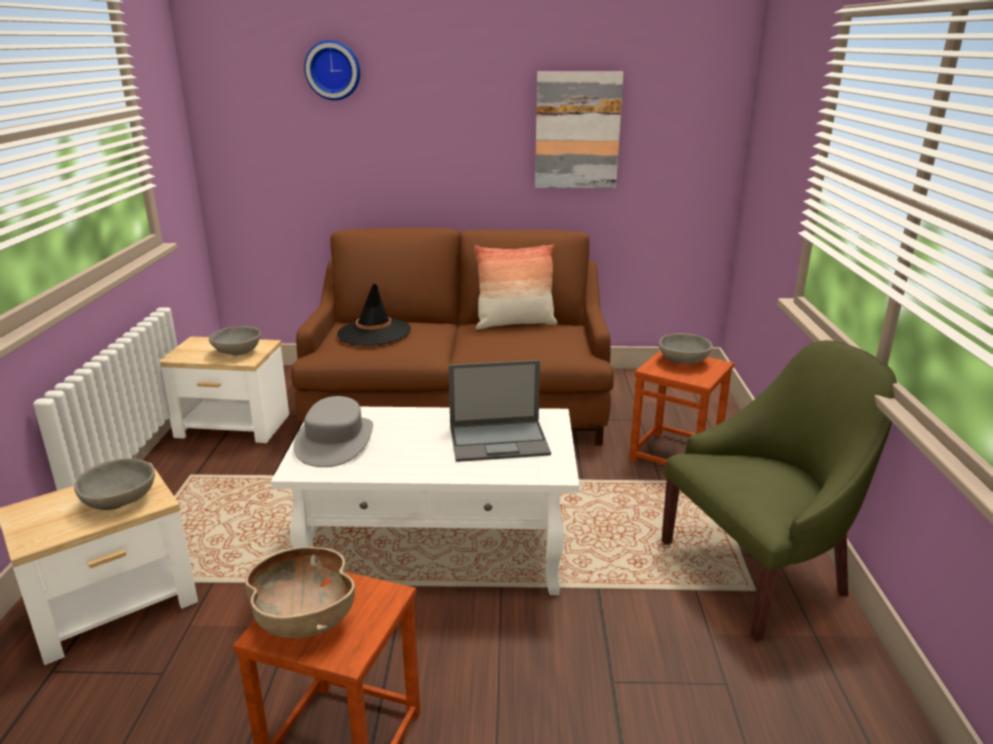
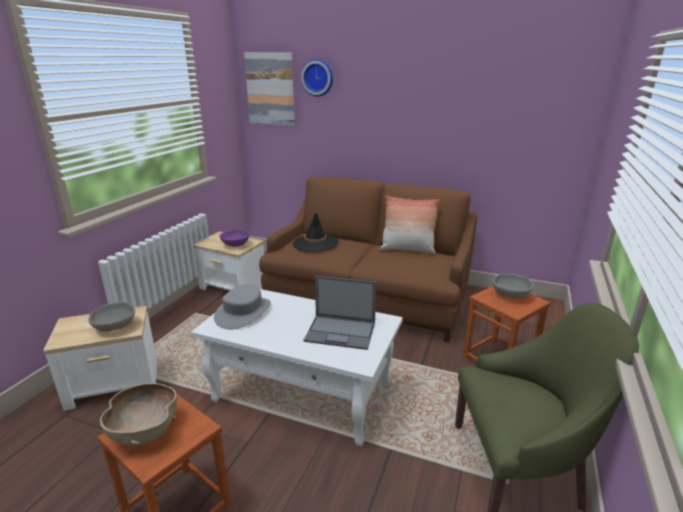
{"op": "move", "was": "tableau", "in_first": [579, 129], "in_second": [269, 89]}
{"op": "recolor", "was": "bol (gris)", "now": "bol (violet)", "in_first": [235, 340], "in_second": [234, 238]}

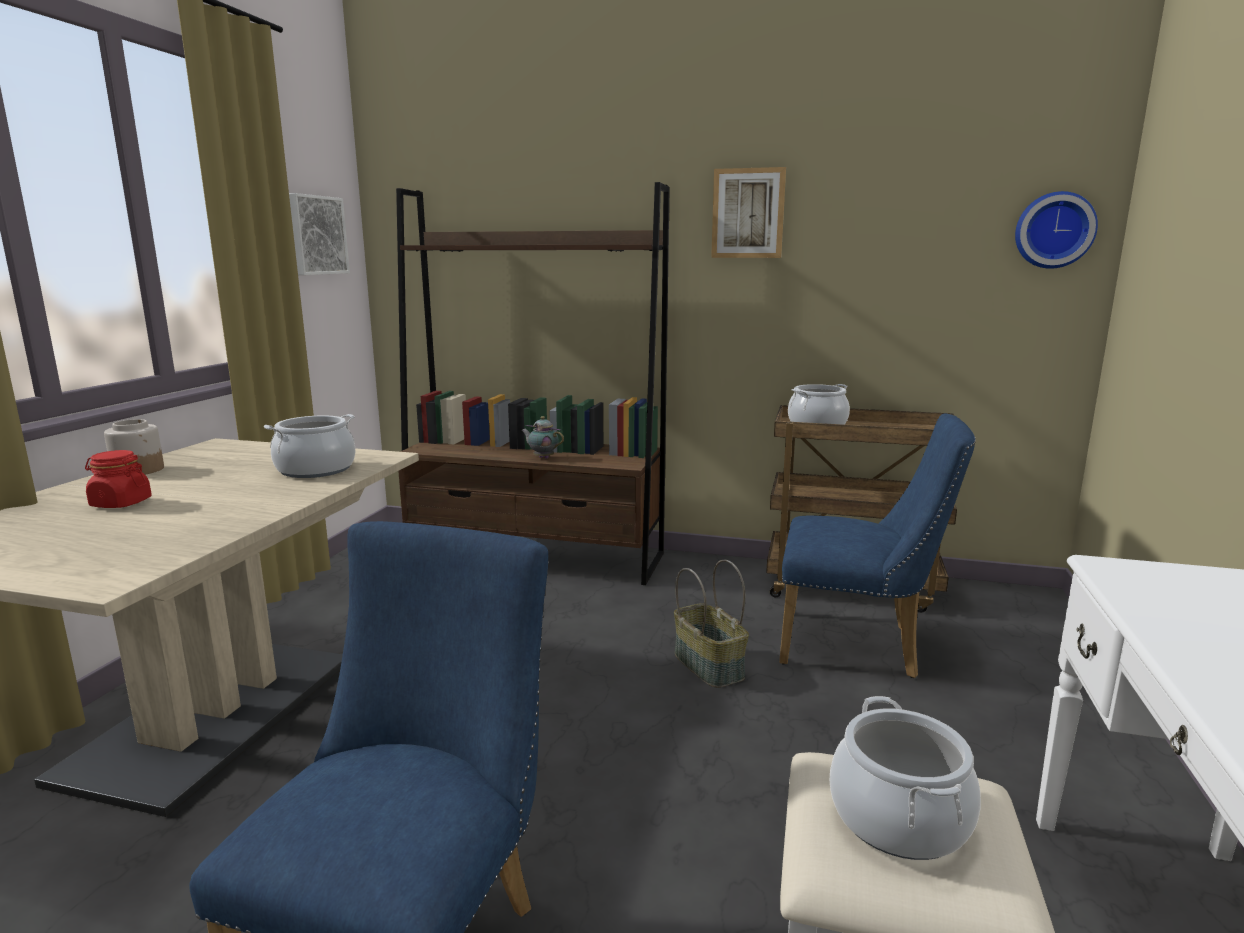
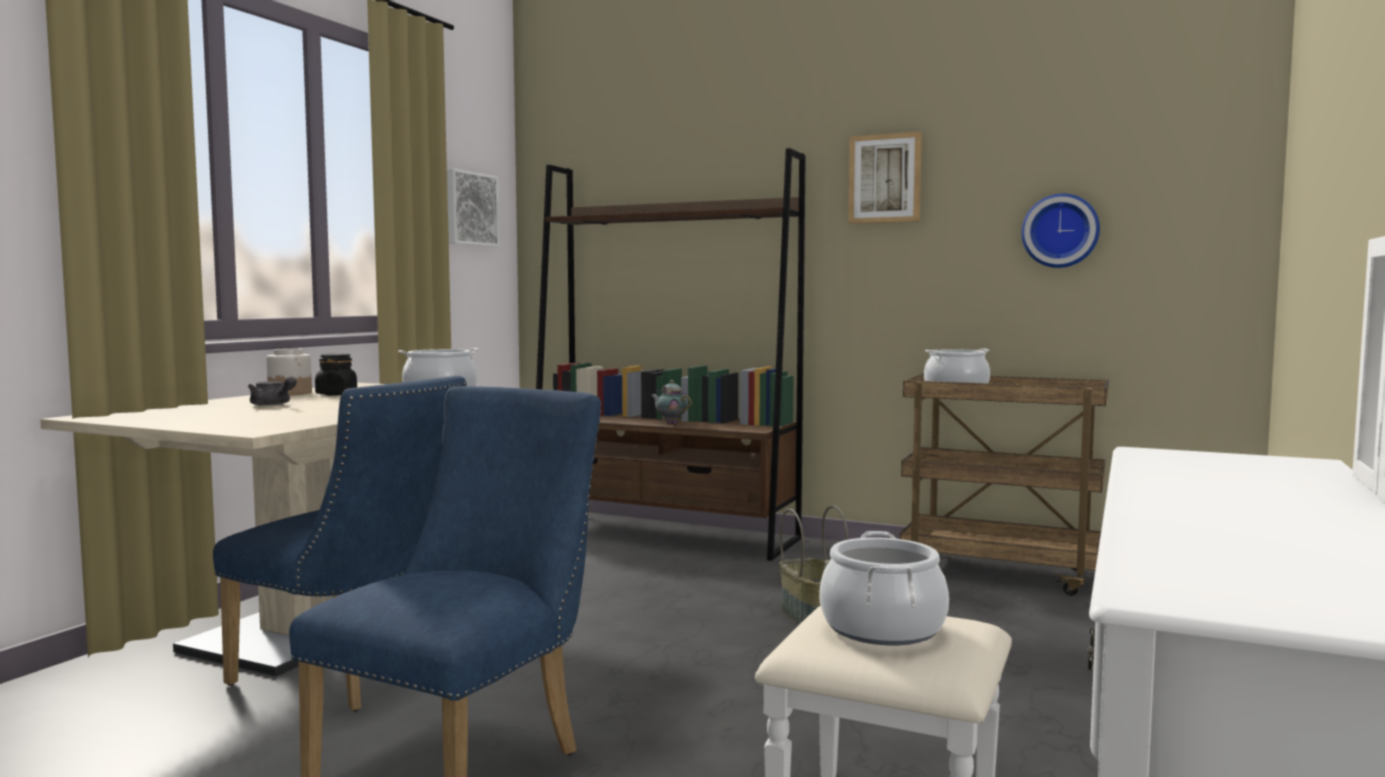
{"op": "move", "was": "horloge murale", "in_first": [1056, 230], "in_second": [1060, 231]}
{"op": "move", "was": "chaise (bleu)", "in_first": [877, 545], "in_second": [340, 543]}
{"op": "replace", "was": "bocal (rouge)", "now": "théière (gris)", "in_first": [118, 479], "in_second": [272, 391]}
{"op": "insert", "now": "bocal (noir)", "in_second": [336, 374]}

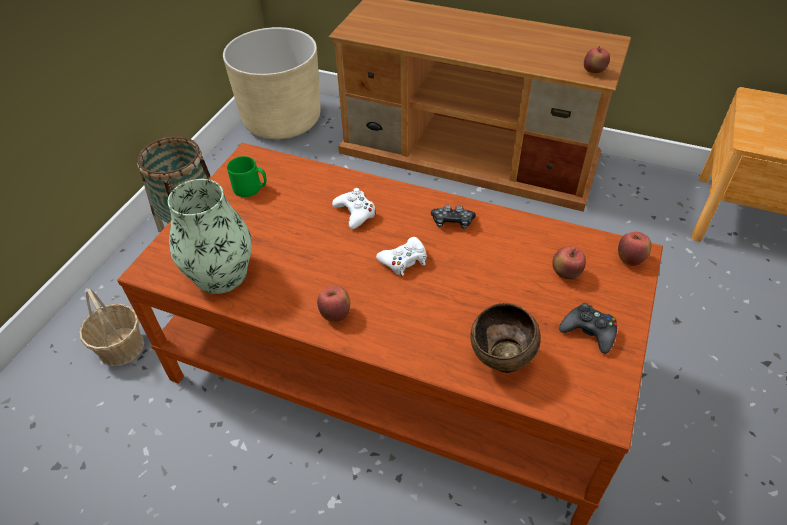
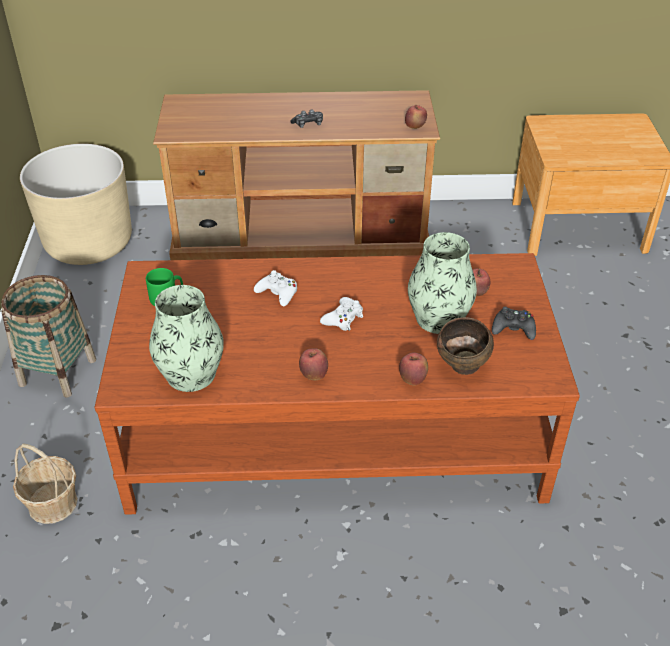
{"op": "move", "was": "manette", "in_first": [453, 216], "in_second": [307, 119]}
{"op": "move", "was": "pomme", "in_first": [634, 249], "in_second": [413, 368]}
{"op": "insert", "now": "vase", "in_second": [442, 283]}

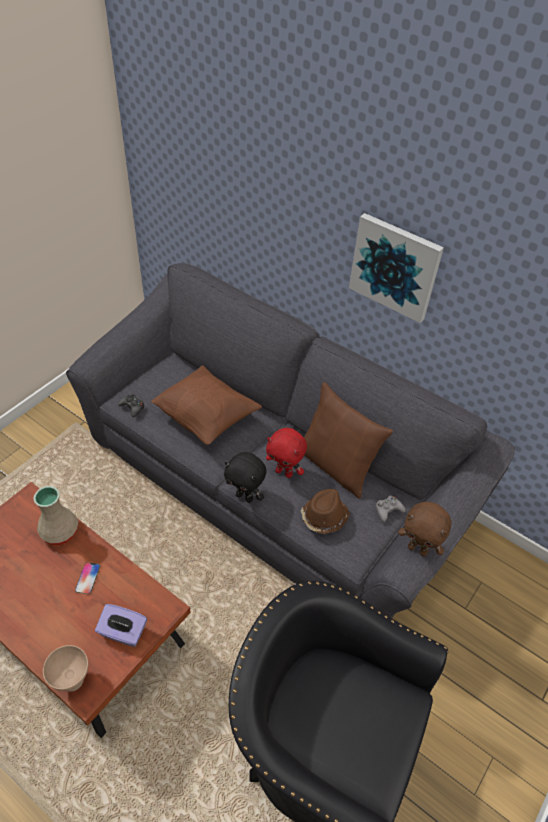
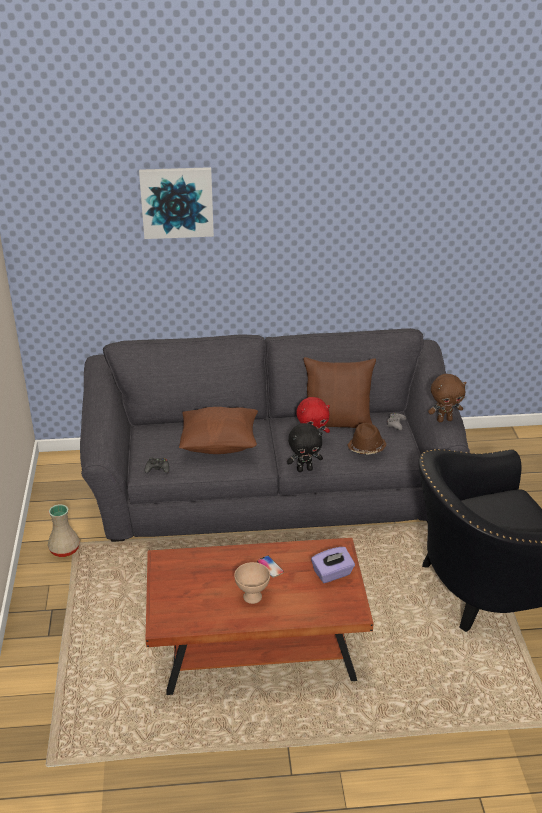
{"op": "move", "was": "tableau", "in_first": [396, 268], "in_second": [176, 203]}
{"op": "move", "was": "vase (beige)", "in_first": [55, 515], "in_second": [64, 530]}
{"op": "move", "was": "bol (beige)", "in_first": [65, 668], "in_second": [252, 583]}

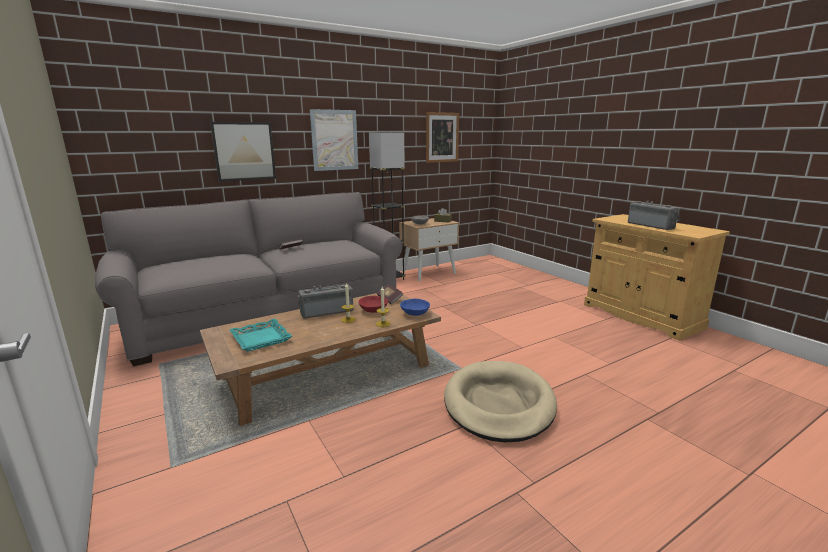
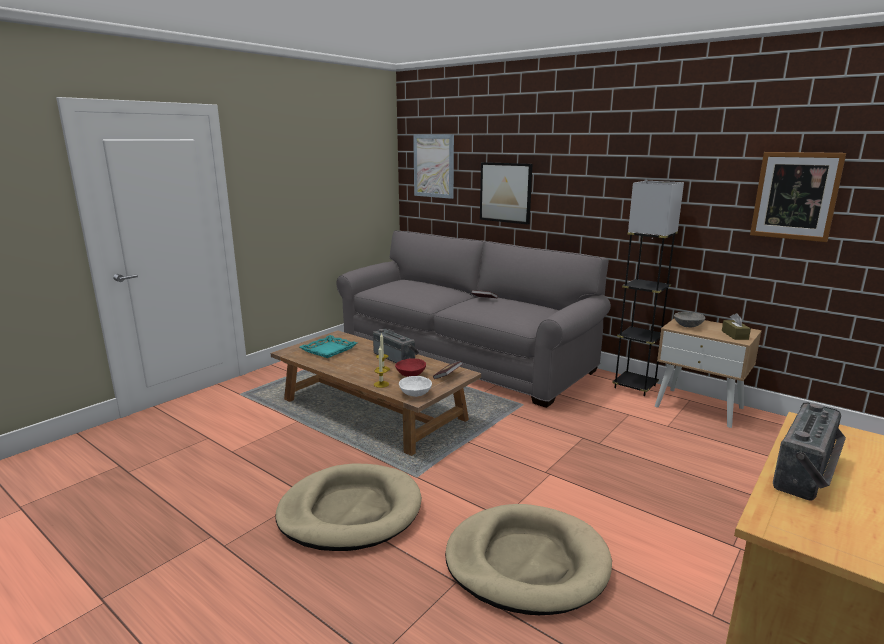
{"op": "move", "was": "tableau", "in_first": [334, 140], "in_second": [433, 166]}
{"op": "recolor", "was": "bol (bleu)", "now": "bol (blanc)", "in_first": [415, 307], "in_second": [415, 386]}
{"op": "insert", "now": "panier pour chien (beige)", "in_second": [528, 559]}

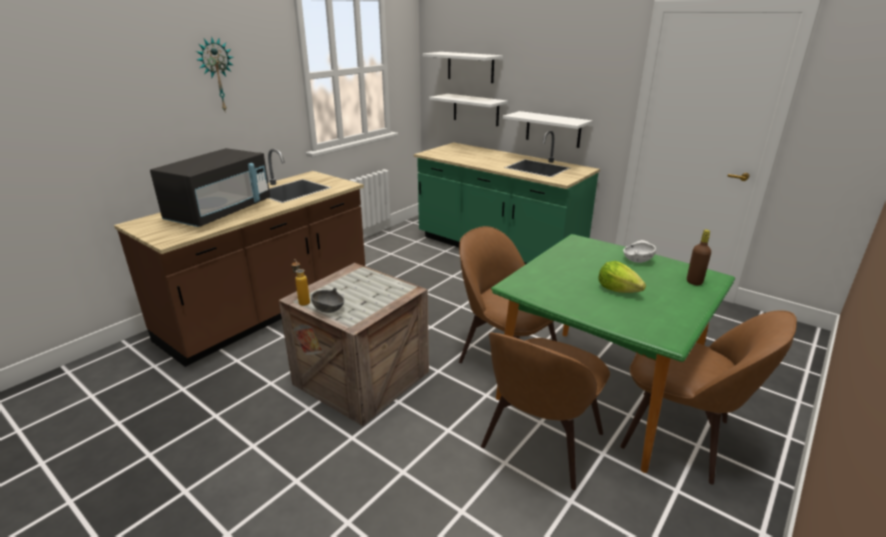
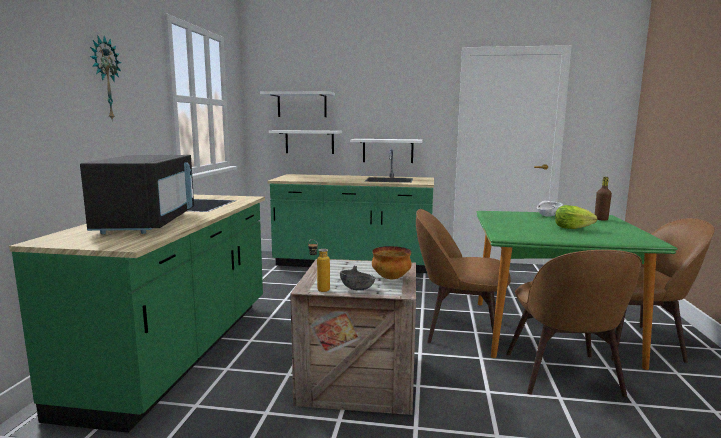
{"op": "recolor", "was": "comptoir de cuisine (marron)", "now": "comptoir de cuisine (vert)", "in_first": [239, 257], "in_second": [137, 314]}
{"op": "insert", "now": "bol", "in_second": [391, 262]}

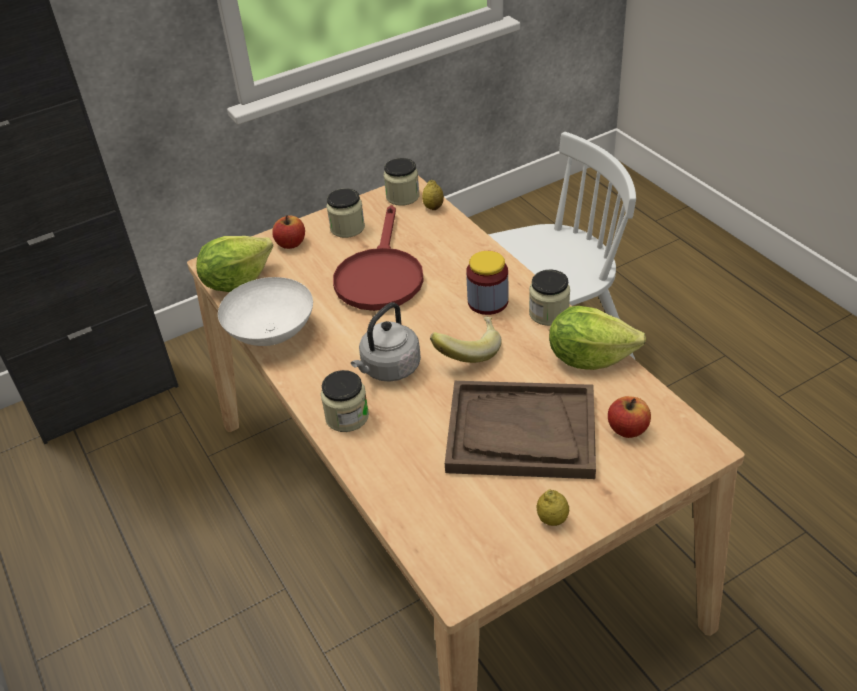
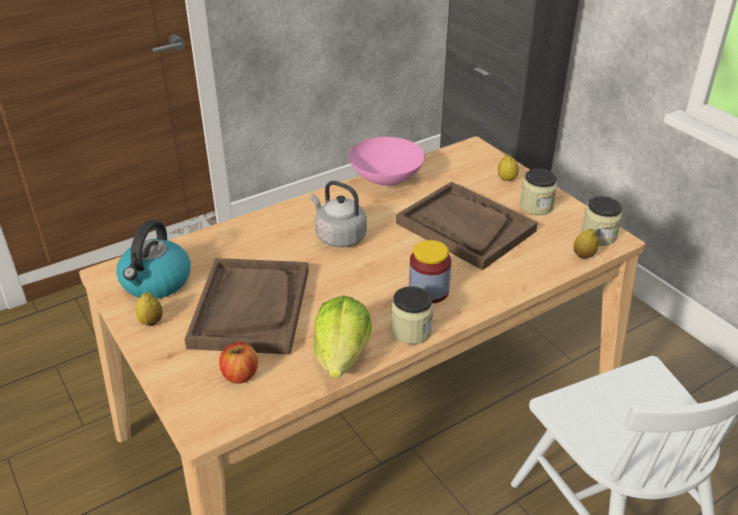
{"op": "replace", "was": "poêle (rouge)", "now": "plateau (marron)", "in_first": [378, 258], "in_second": [467, 225]}
{"op": "replace", "was": "pomme", "now": "citron", "in_first": [288, 232], "in_second": [508, 167]}
{"op": "delete", "was": "laitue", "in_first": [234, 264]}
{"op": "recolor", "was": "bol (blanc)", "now": "bol (rose)", "in_first": [265, 311], "in_second": [387, 161]}
{"op": "delete", "was": "banane", "in_first": [466, 340]}
{"op": "delete", "was": "bocal", "in_first": [345, 401]}
{"op": "insert", "now": "bouilloire", "in_second": [153, 259]}

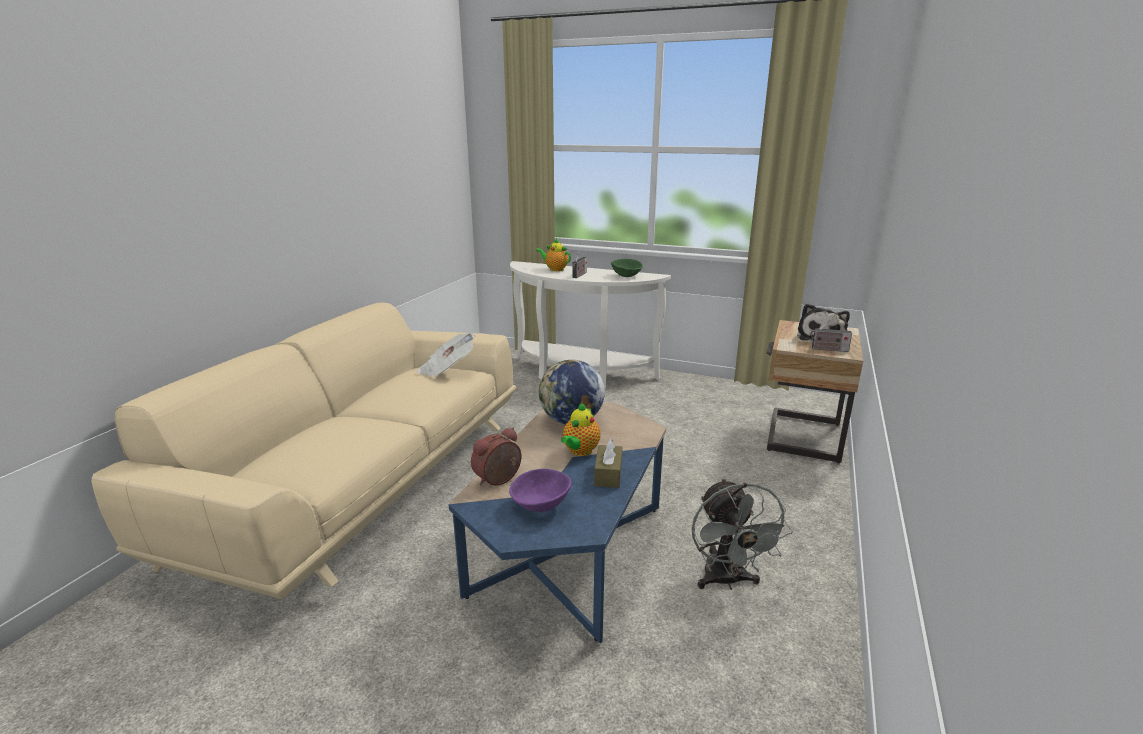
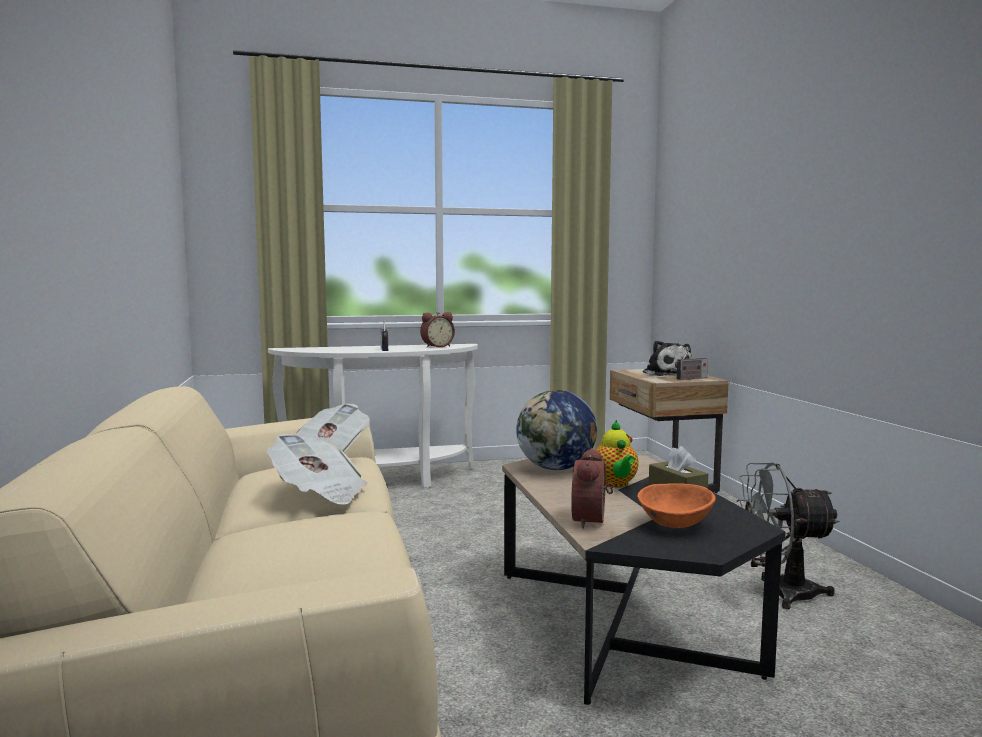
{"op": "delete", "was": "théière", "in_first": [553, 254]}
{"op": "replace", "was": "bol (vert)", "now": "réveil", "in_first": [627, 268], "in_second": [437, 330]}
{"op": "recolor", "was": "table basse (bleu)", "now": "table basse (noir)", "in_first": [557, 522], "in_second": [644, 580]}
{"op": "recolor", "was": "bol (violet)", "now": "bol (orange)", "in_first": [540, 490], "in_second": [676, 505]}
{"op": "rotate", "was": "ventilateur (gris)", "in_first": [742, 534], "in_second": [788, 535], "clockwise": 135}
{"op": "insert", "now": "journal", "in_second": [317, 469]}

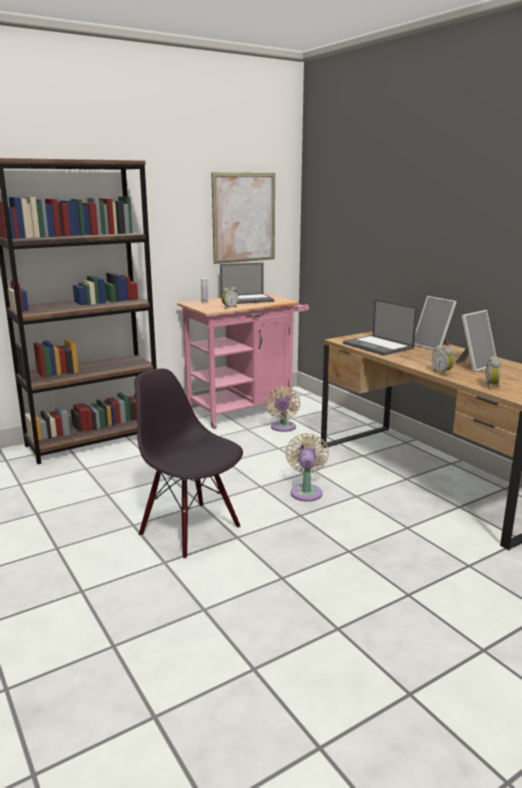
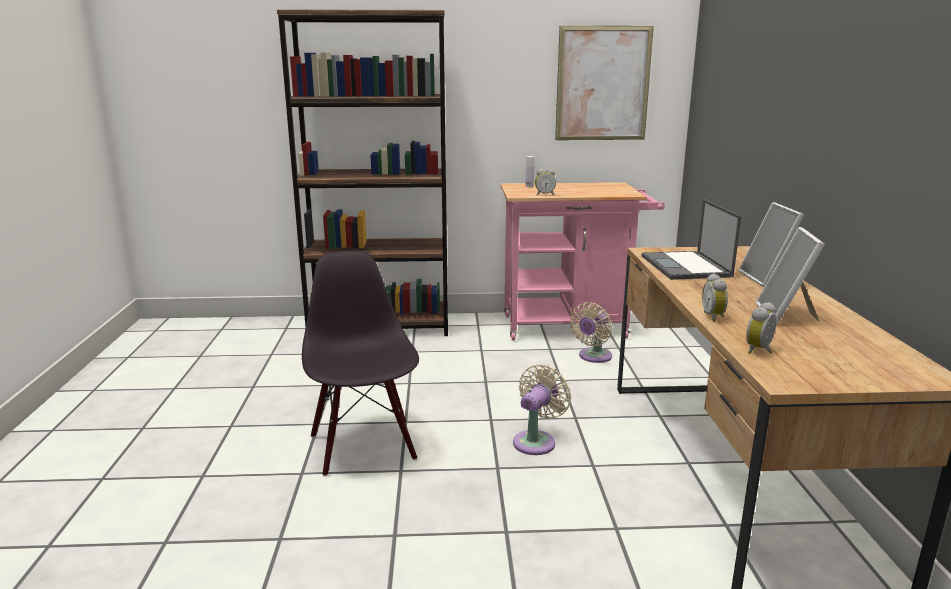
{"op": "delete", "was": "ordinateur portable", "in_first": [247, 283]}
{"op": "rotate", "was": "cadre photo", "in_first": [476, 341], "in_second": [790, 276], "clockwise": 105}

